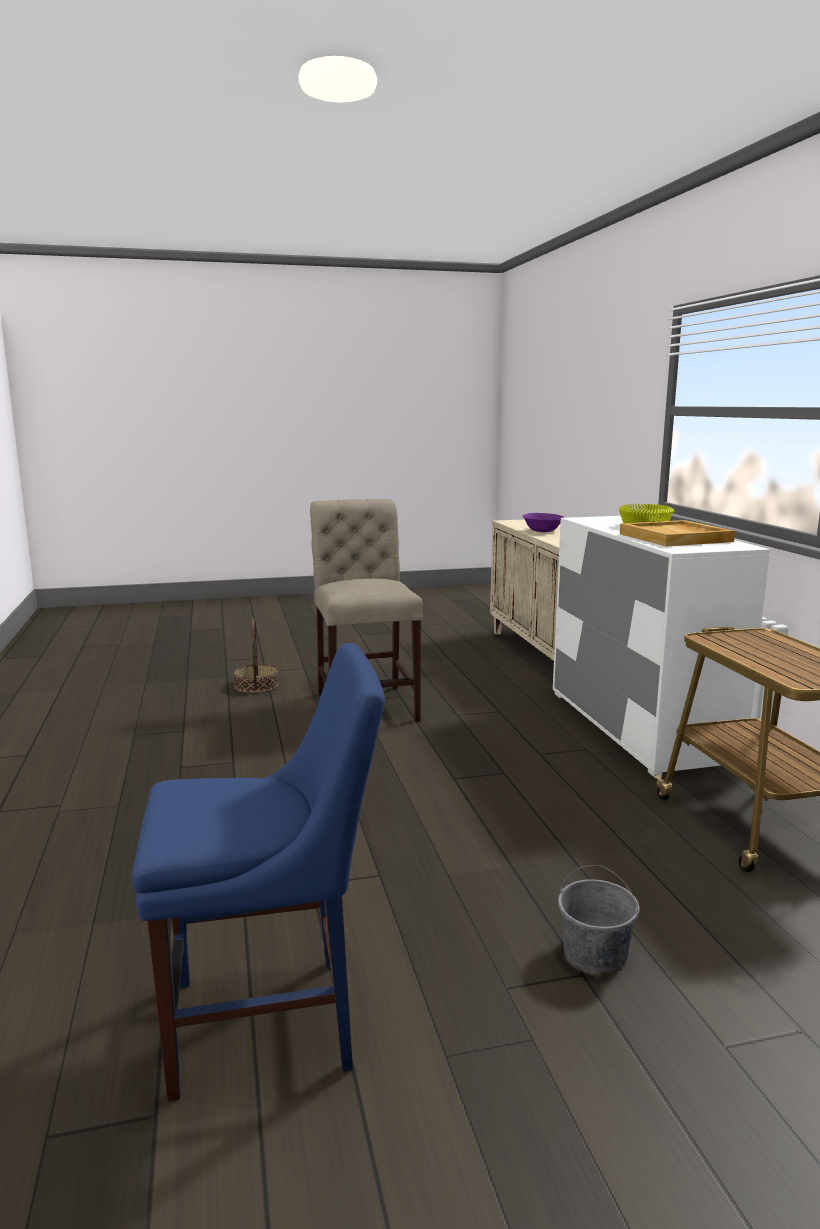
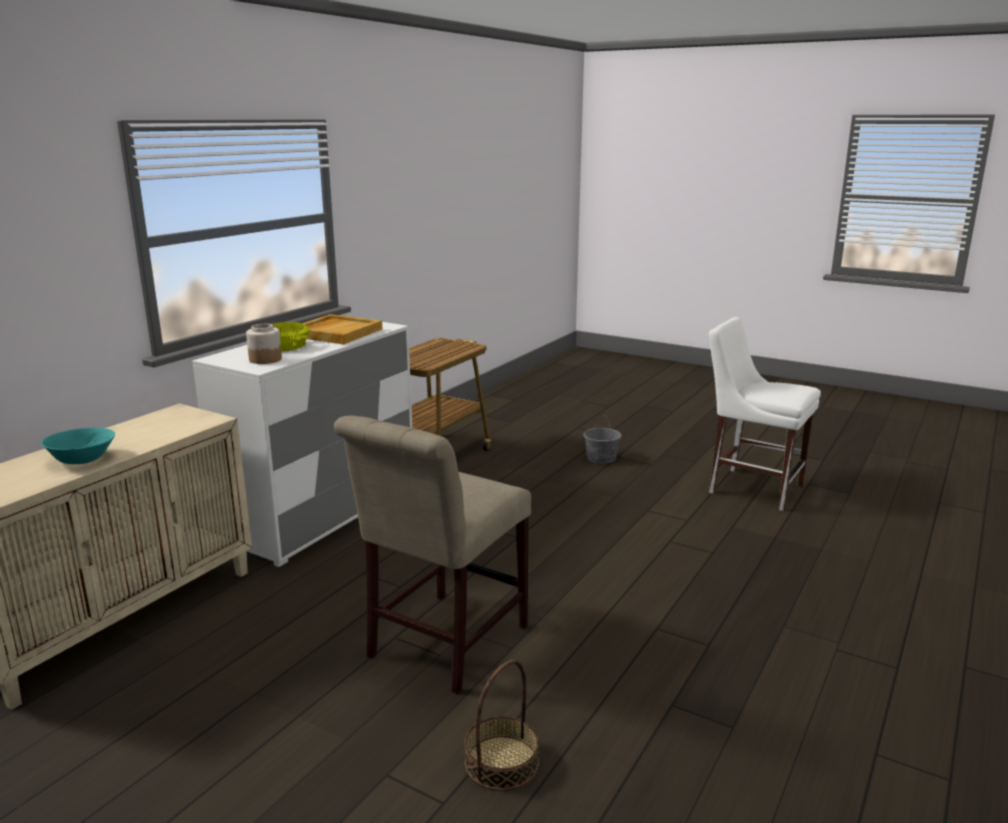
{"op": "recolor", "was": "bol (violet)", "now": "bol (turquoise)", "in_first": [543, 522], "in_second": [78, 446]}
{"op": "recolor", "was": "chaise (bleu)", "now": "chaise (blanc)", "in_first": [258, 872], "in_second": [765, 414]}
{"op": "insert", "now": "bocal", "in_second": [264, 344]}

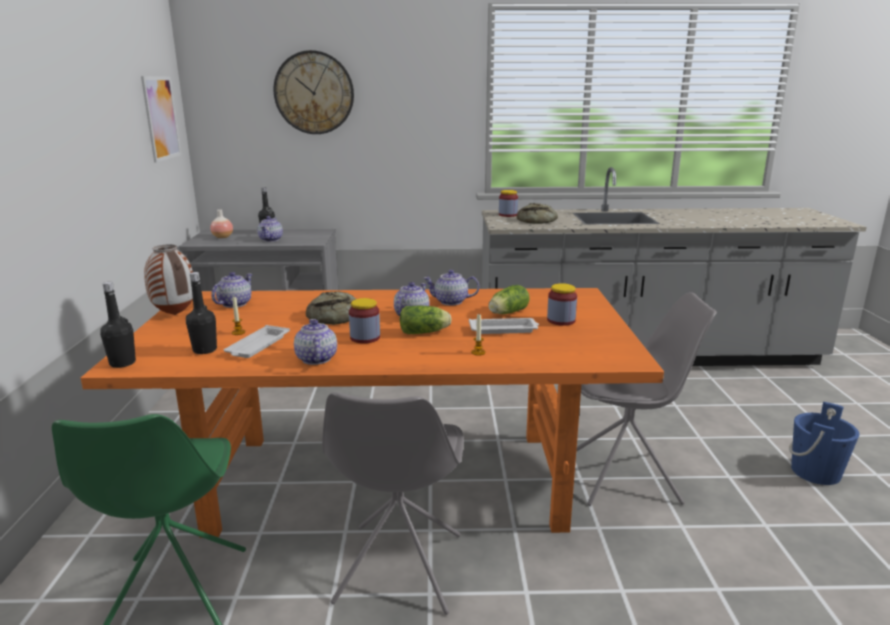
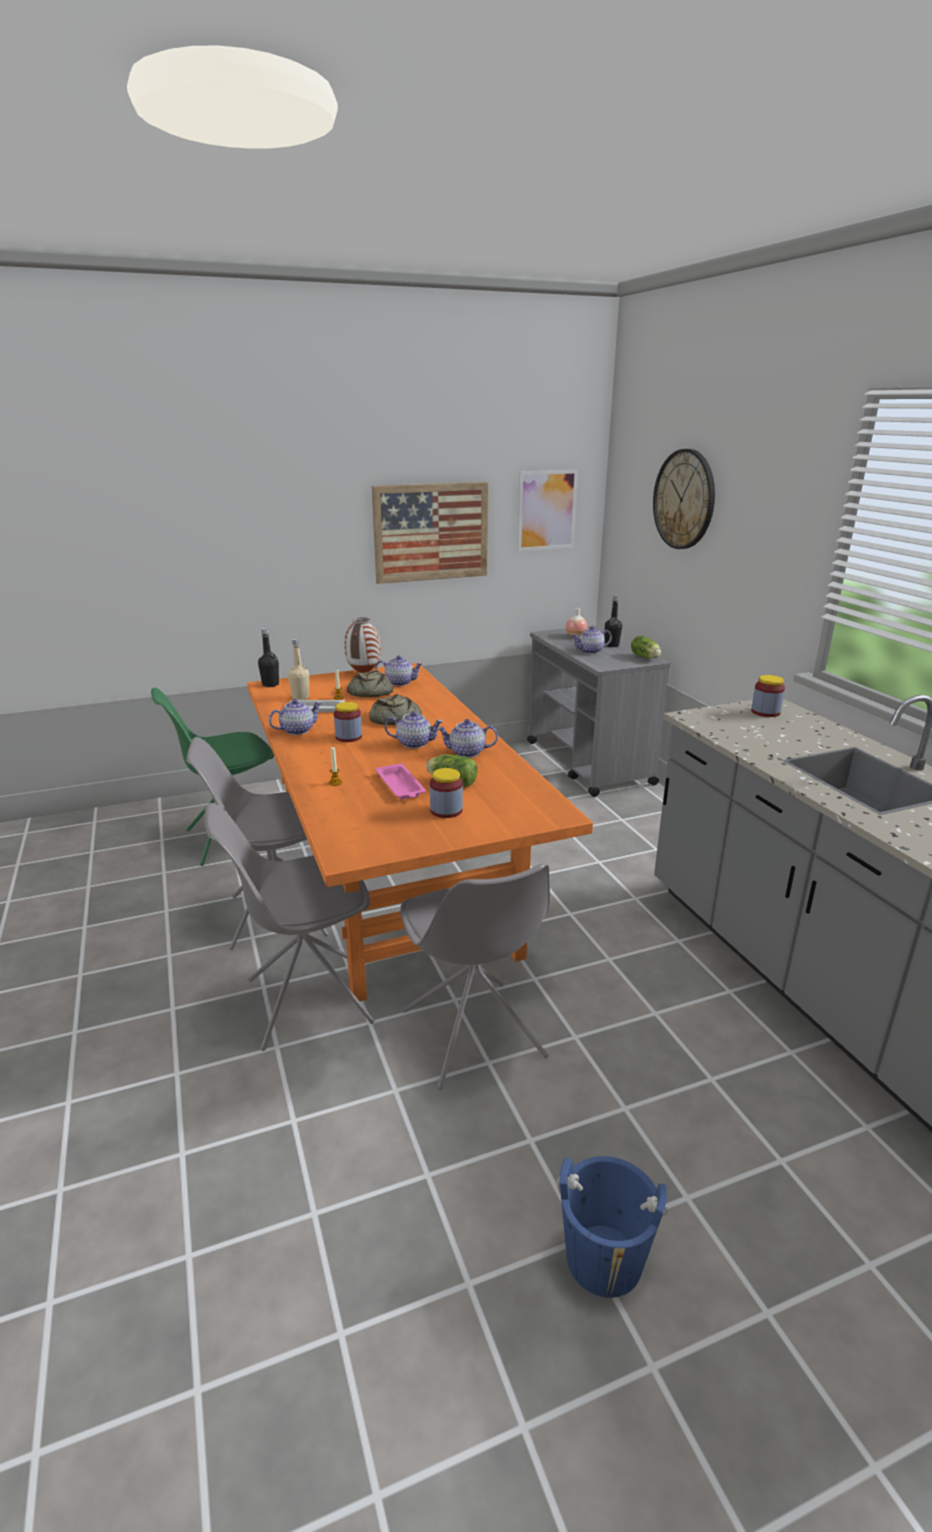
{"op": "move", "was": "pain", "in_first": [537, 213], "in_second": [370, 683]}
{"op": "rotate", "was": "théière", "in_first": [451, 288], "in_second": [467, 738], "clockwise": -75}
{"op": "recolor", "was": "bouteille (noir)", "now": "bouteille (beige)", "in_first": [201, 313], "in_second": [298, 669]}
{"op": "move", "was": "laitue", "in_first": [426, 320], "in_second": [646, 647]}
{"op": "recolor", "was": "plateau (blanc)", "now": "plateau (rose)", "in_first": [504, 326], "in_second": [401, 781]}
{"op": "insert", "now": "tableau", "in_second": [430, 533]}
{"op": "insert", "now": "chaise (gris)", "in_second": [290, 927]}

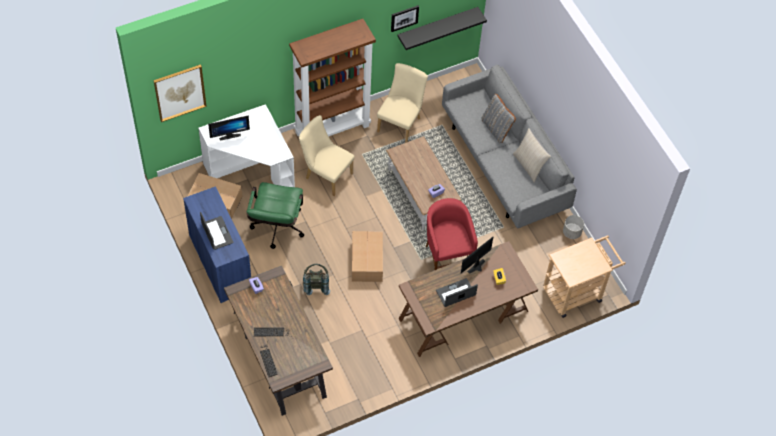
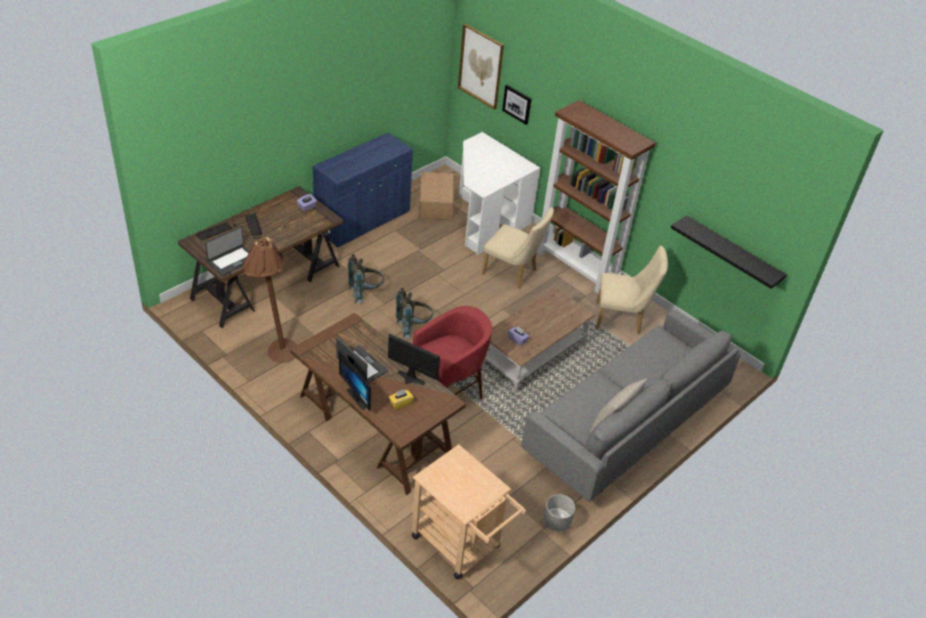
{"op": "move", "was": "tableau", "in_first": [405, 18], "in_second": [516, 105]}
{"op": "delete", "was": "coussin (gris)", "in_first": [499, 118]}
{"op": "move", "was": "écran d'ordinateur", "in_first": [229, 127], "in_second": [355, 380]}
{"op": "rotate", "was": "chaise (beige)", "in_first": [326, 155], "in_second": [518, 248], "clockwise": 105}
{"op": "delete", "was": "chaise de bureau (vert)", "in_first": [275, 215]}
{"op": "move", "was": "ordinateur portable", "in_first": [217, 231], "in_second": [227, 251]}
{"op": "replace", "was": "carton", "now": "sac à dos (gris)", "in_first": [367, 256], "in_second": [415, 313]}
{"op": "insert", "now": "lampadaire (marron)", "in_second": [270, 300]}

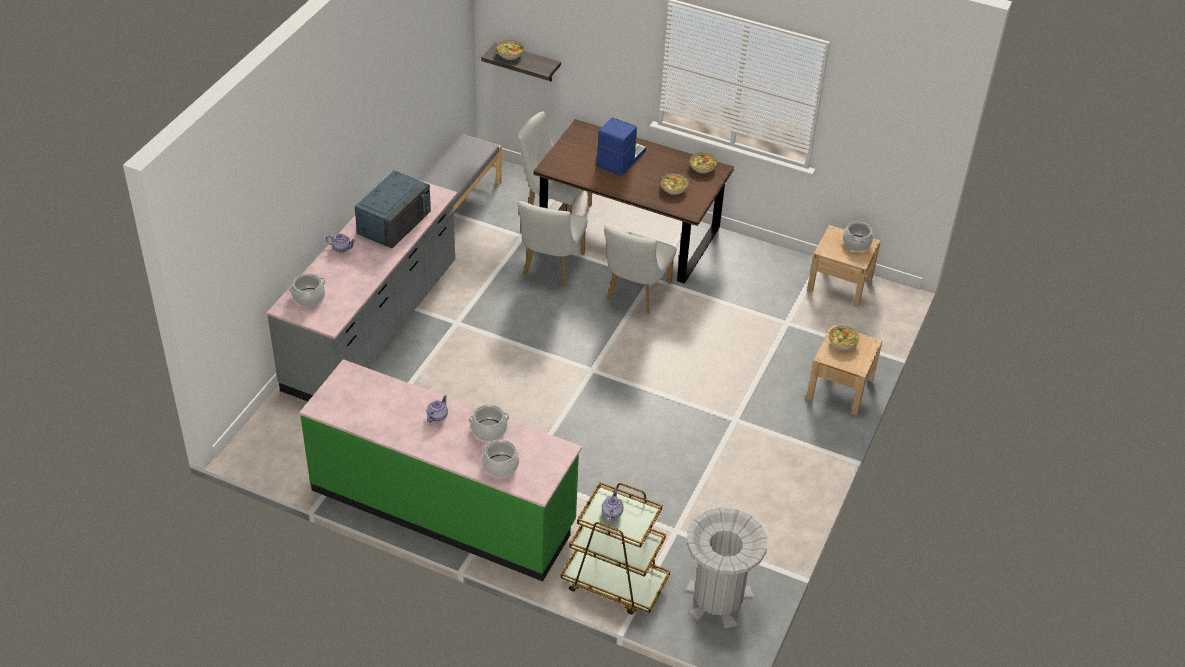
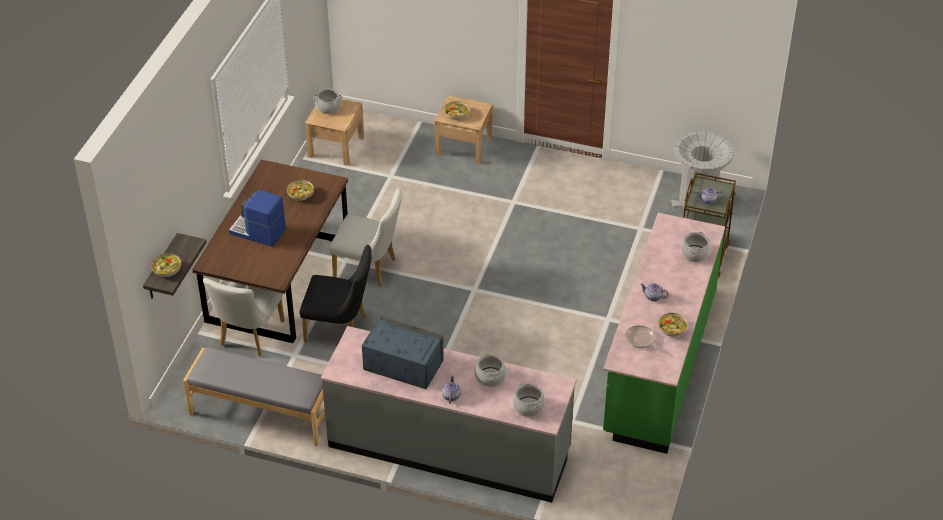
{"op": "move", "was": "bol", "in_first": [703, 162], "in_second": [673, 325]}
{"op": "recolor", "was": "chaise (blanc)", "now": "chaise (noir)", "in_first": [553, 243], "in_second": [336, 294]}
{"op": "move", "was": "marmite", "in_first": [489, 422], "in_second": [490, 370]}
{"op": "insert", "now": "poêle", "in_second": [644, 339]}

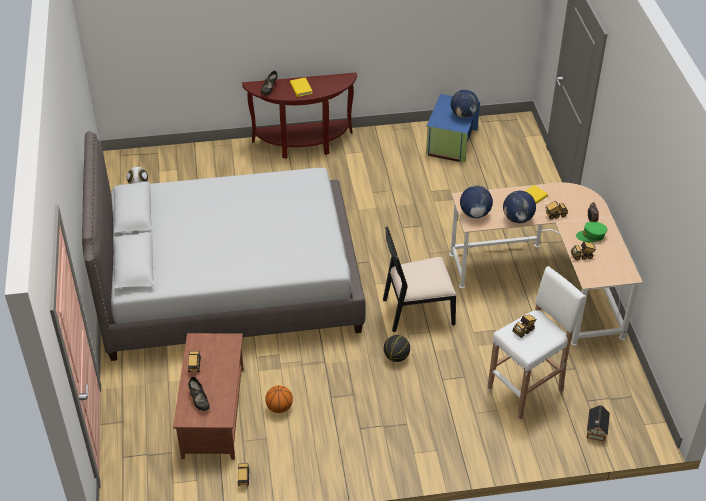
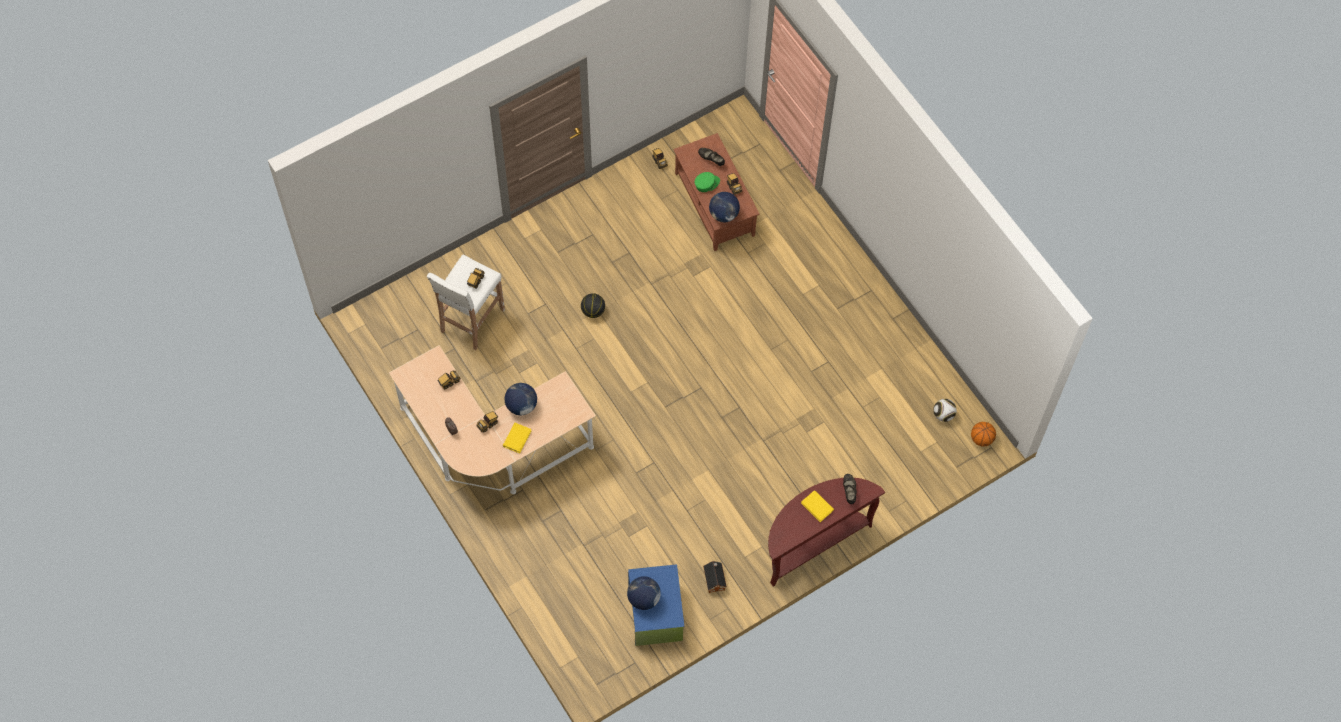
{"op": "delete", "was": "lit (gris)", "in_first": [223, 246]}
{"op": "move", "was": "globe", "in_first": [476, 202], "in_second": [724, 207]}
{"op": "move", "was": "casquette (vert)", "in_first": [591, 232], "in_second": [707, 182]}
{"op": "delete", "was": "chaise (noir)", "in_first": [419, 279]}
{"op": "move", "was": "ballon de basket", "in_first": [279, 399], "in_second": [983, 434]}
{"op": "move", "was": "maison miniature", "in_first": [598, 423], "in_second": [715, 577]}

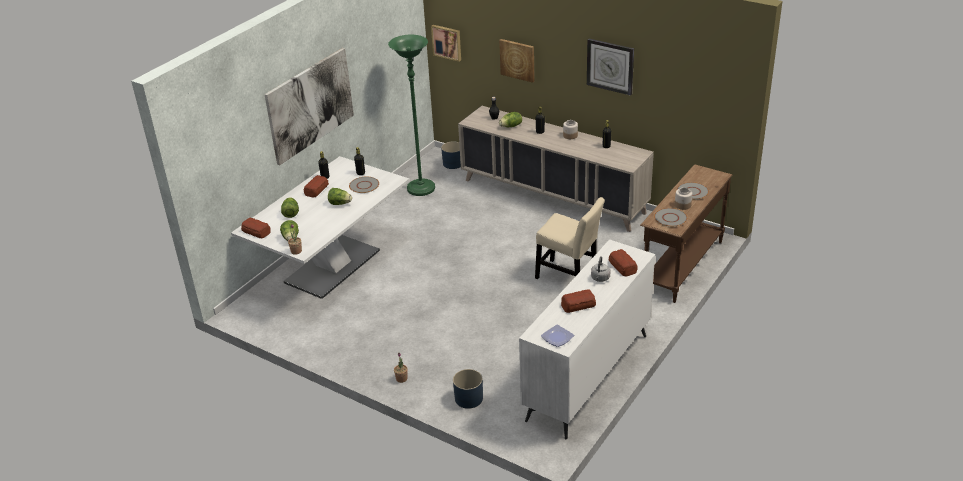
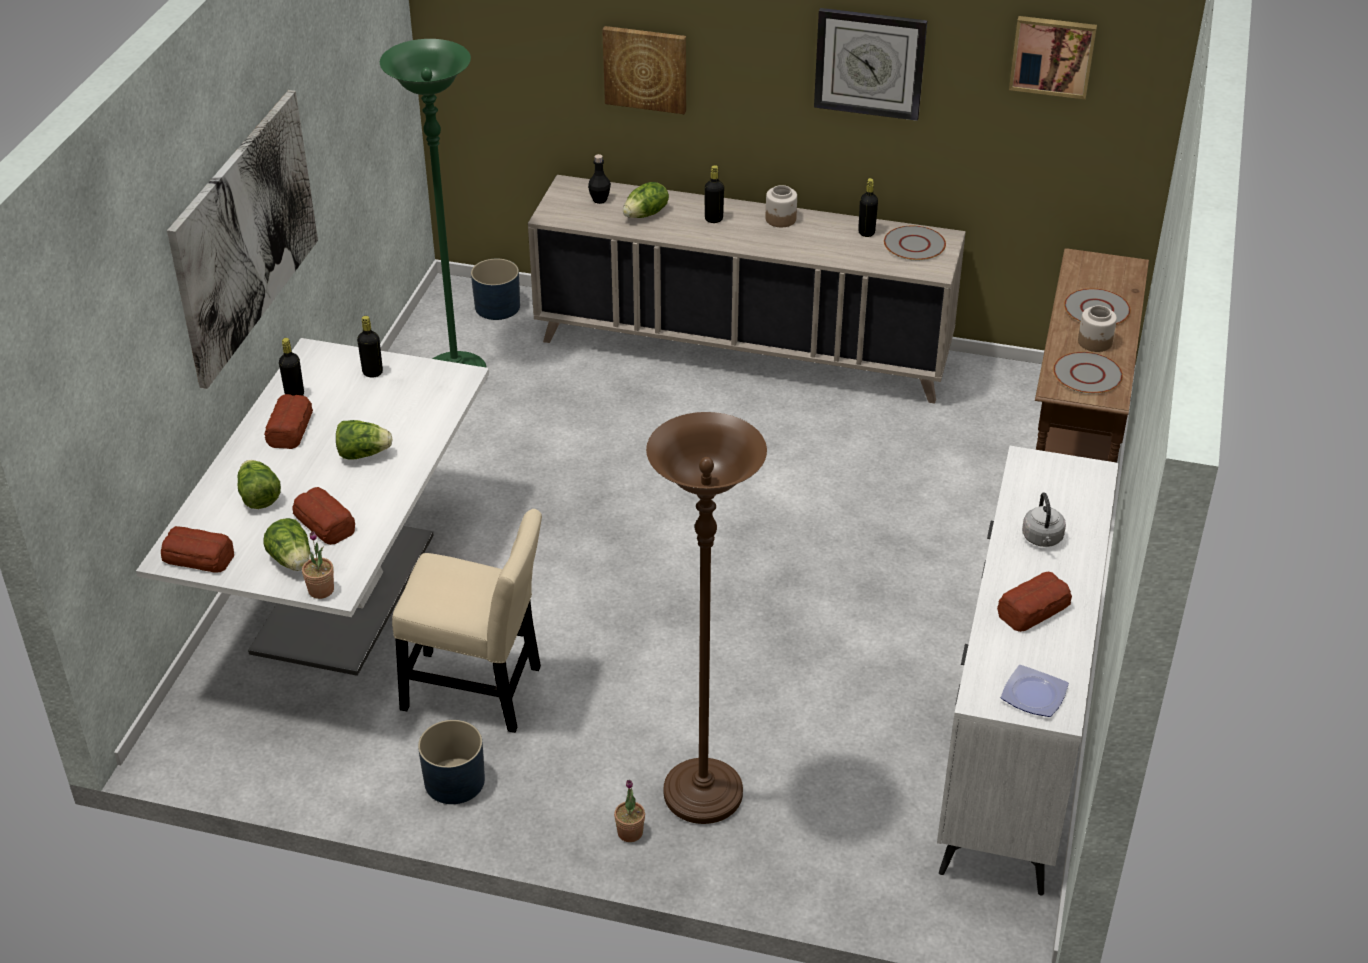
{"op": "move", "was": "tableau", "in_first": [446, 43], "in_second": [1053, 57]}
{"op": "move", "was": "assiette (gris)", "in_first": [364, 185], "in_second": [915, 243]}
{"op": "move", "was": "chaise (beige)", "in_first": [570, 238], "in_second": [467, 621]}
{"op": "move", "was": "pain", "in_first": [623, 262], "in_second": [323, 516]}
{"op": "move", "was": "cache-pot (bleu)", "in_first": [468, 389], "in_second": [451, 762]}
{"op": "insert", "now": "lampadaire (marron)", "in_second": [706, 618]}

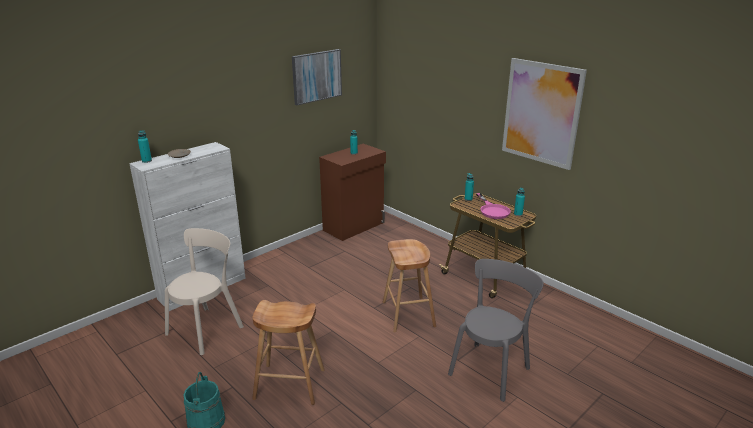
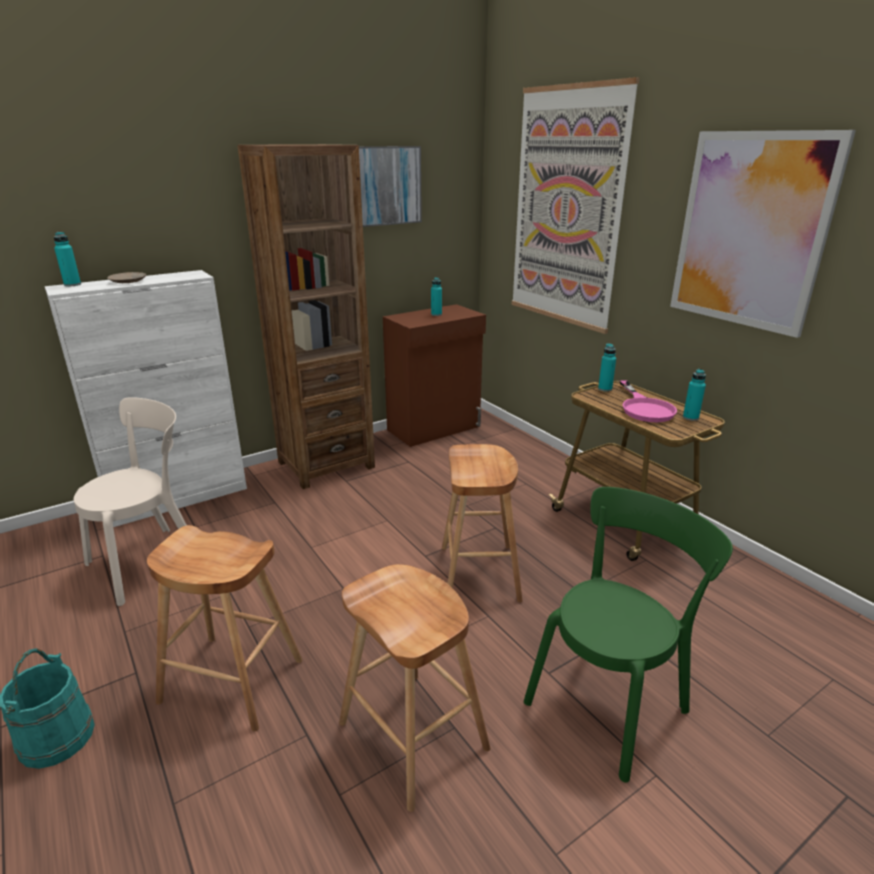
{"op": "recolor", "was": "chaise (gris)", "now": "chaise (vert)", "in_first": [496, 330], "in_second": [628, 635]}
{"op": "insert", "now": "tableau", "in_second": [576, 205]}
{"op": "insert", "now": "bibliothèque (marron)", "in_second": [306, 316]}
{"op": "insert", "now": "tabouret (marron)", "in_second": [415, 688]}

